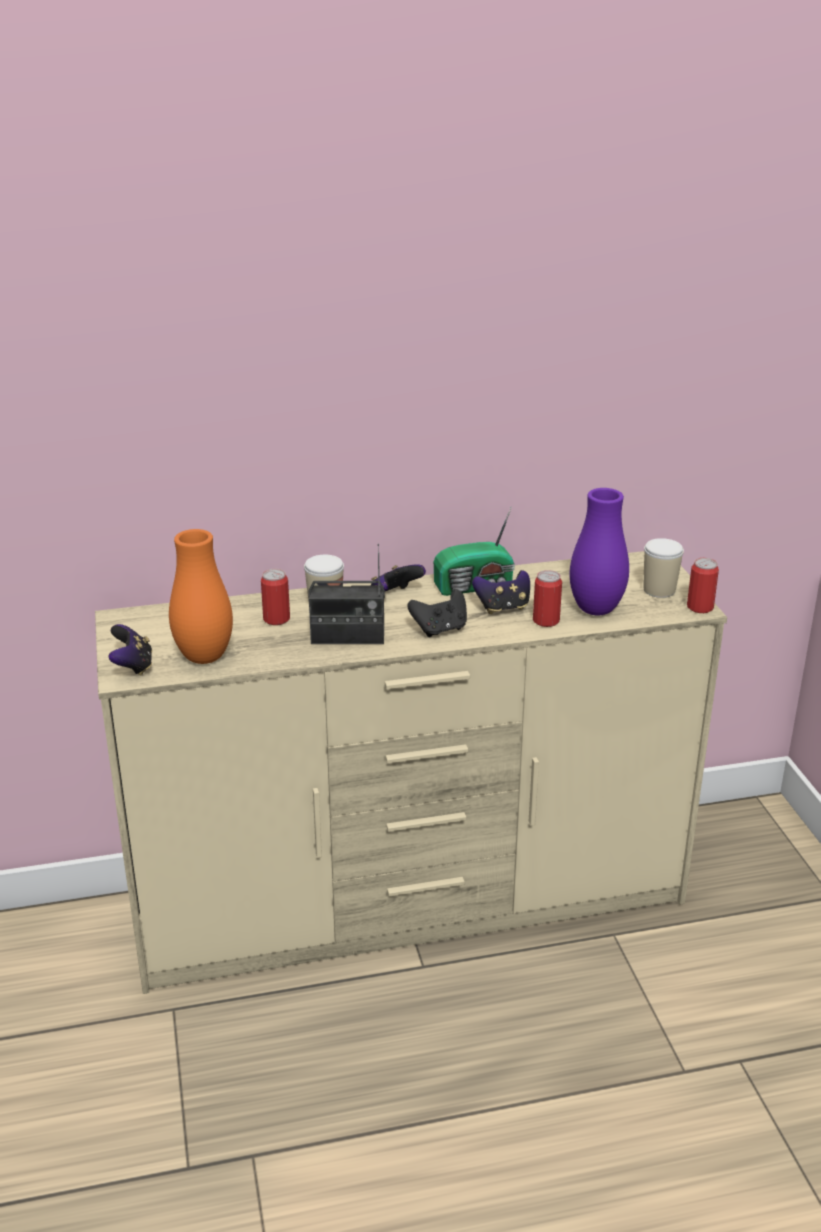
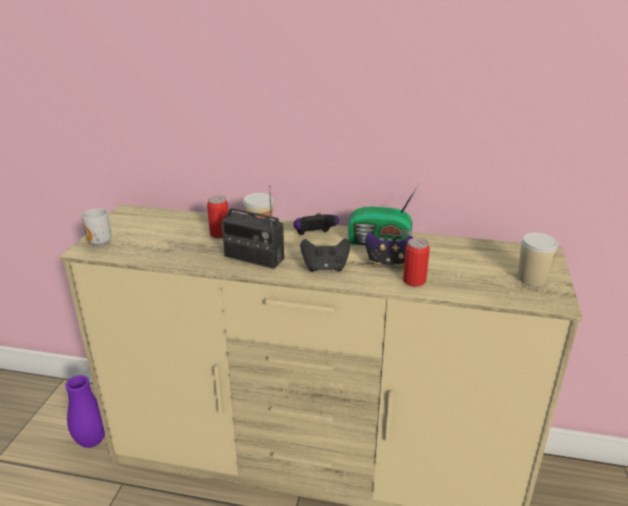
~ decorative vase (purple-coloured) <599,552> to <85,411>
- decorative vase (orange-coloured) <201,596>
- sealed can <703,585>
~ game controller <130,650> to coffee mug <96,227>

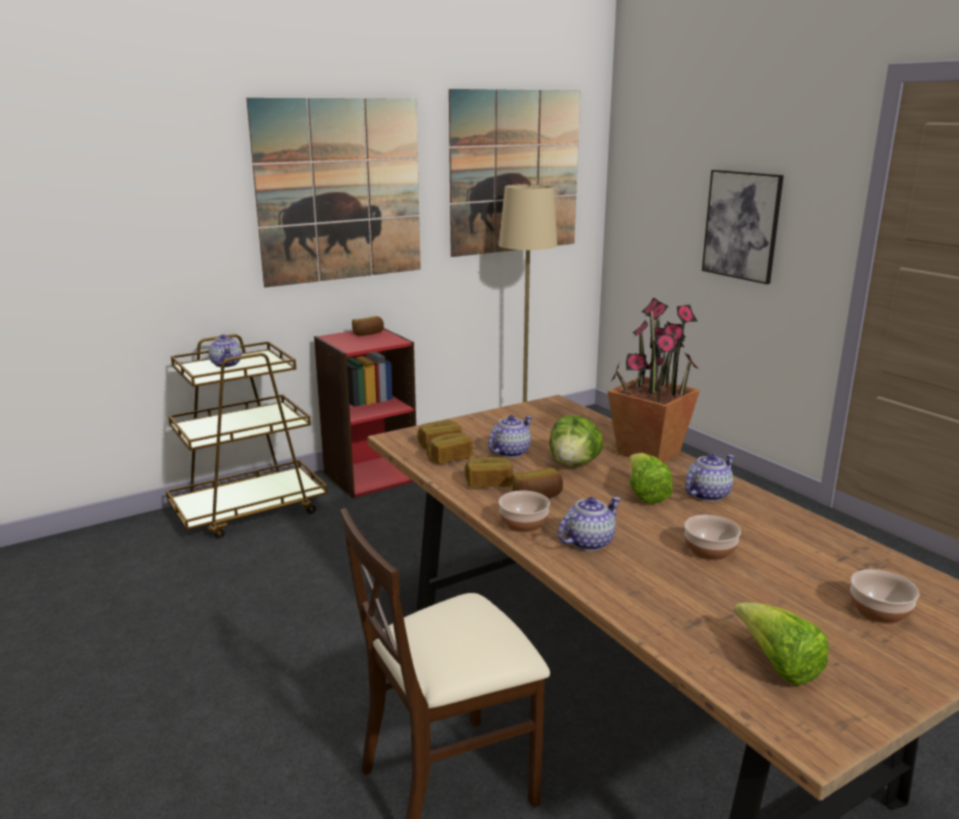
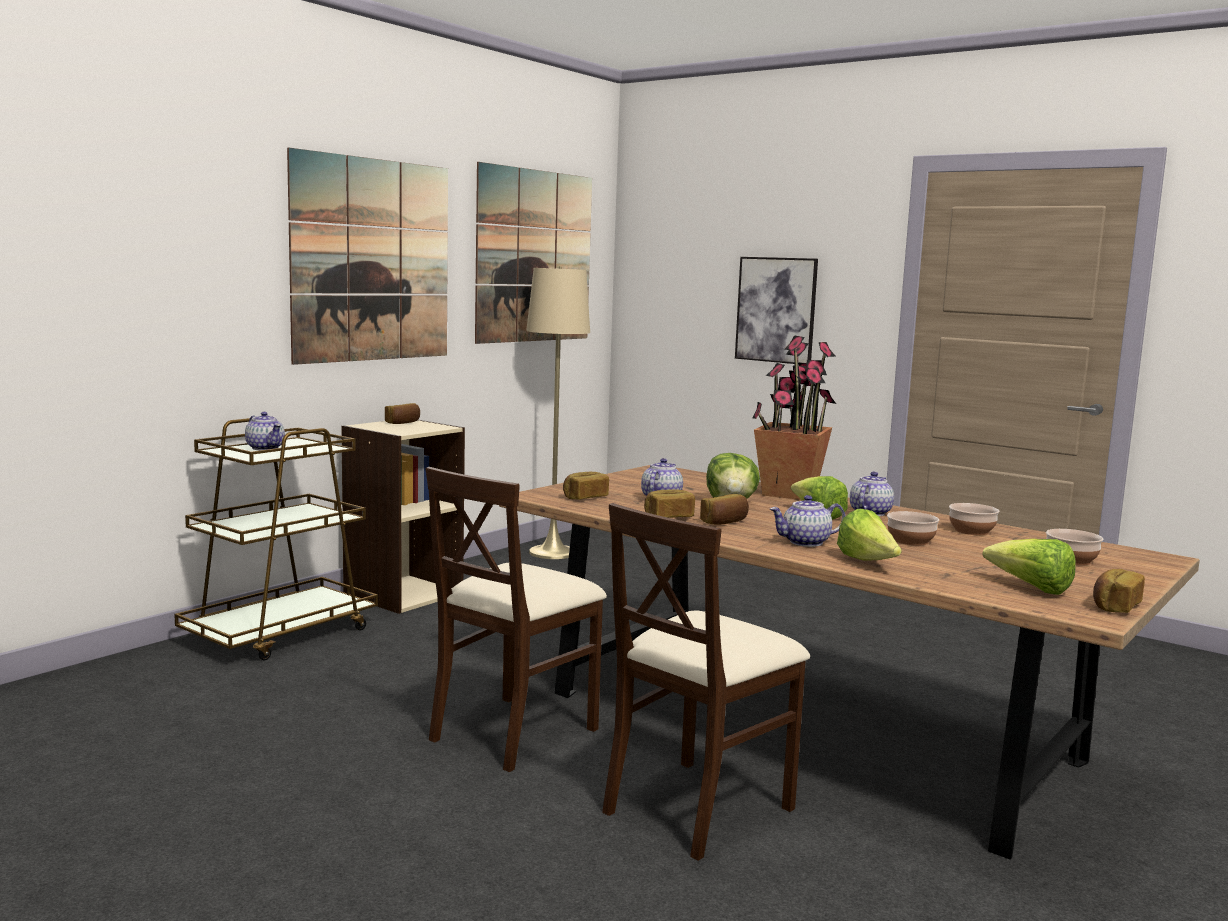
~ bookshelf (red) <365,413> to bookshelf (beige) <403,517>
~ baked bread <449,448> to <1119,591>
~ serving bowl <524,512> to <974,519>
~ pot for tea <589,524> = <807,521> 135 degrees counterclockwise
+ chair (beige) <516,619>
+ lettuce head <869,535>

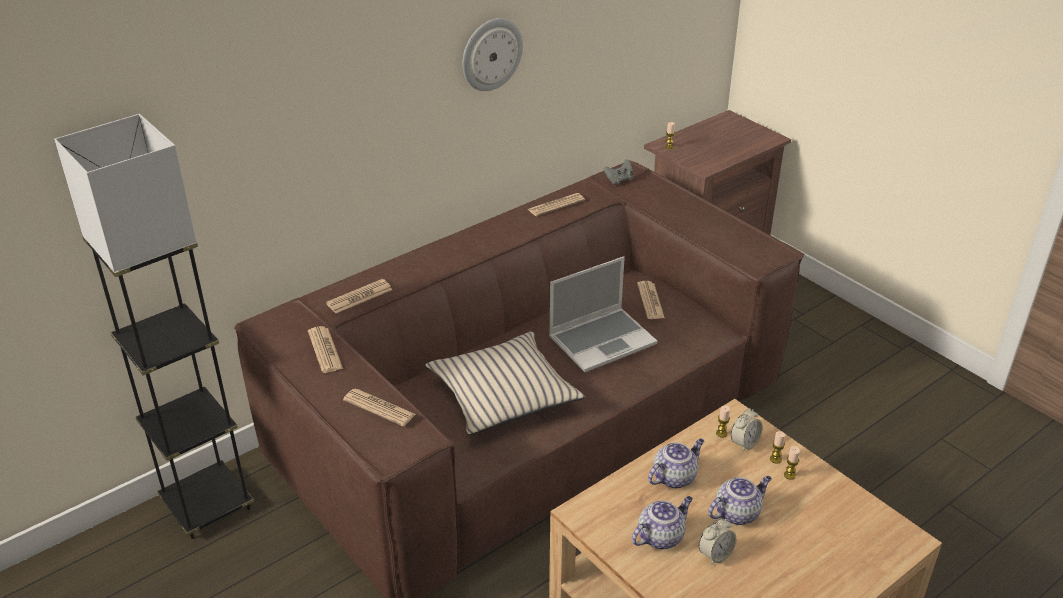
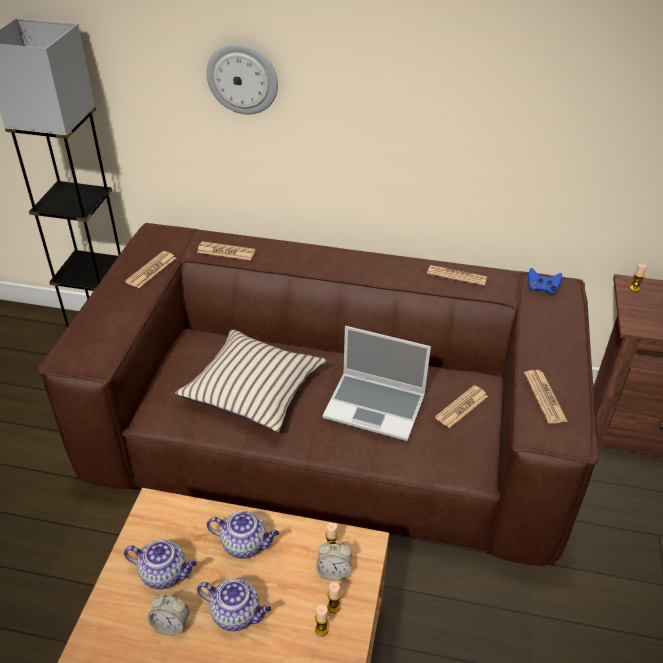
~ clock on the wall <492,54> to <242,79>
~ game controller (greyish) <619,172> to game controller (blue) <545,281>
~ newspaper <379,407> to <546,397>

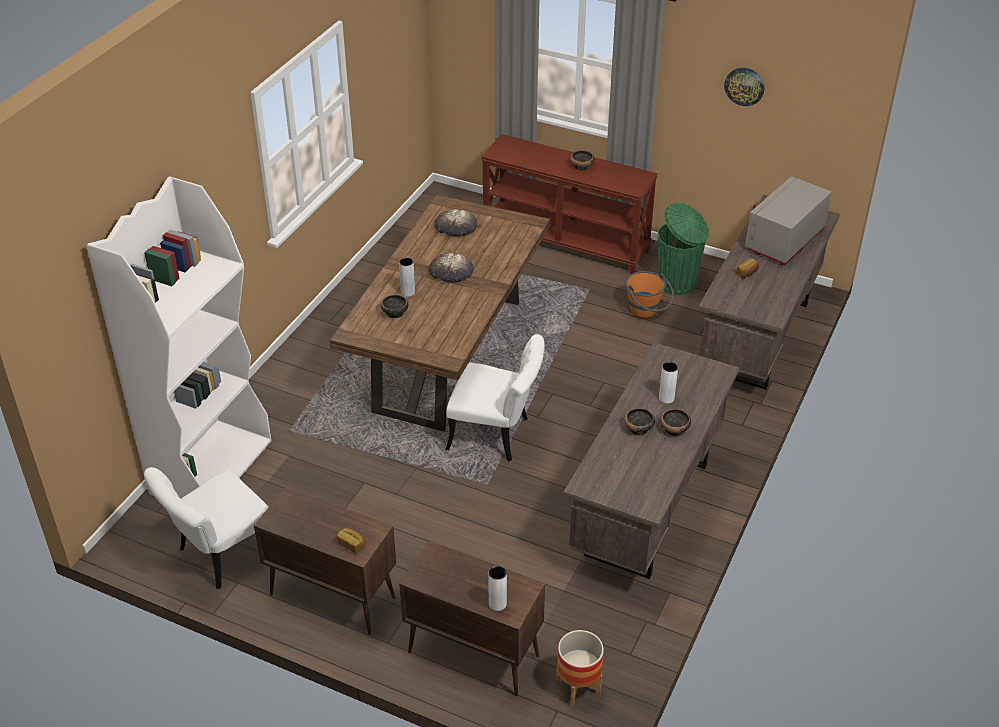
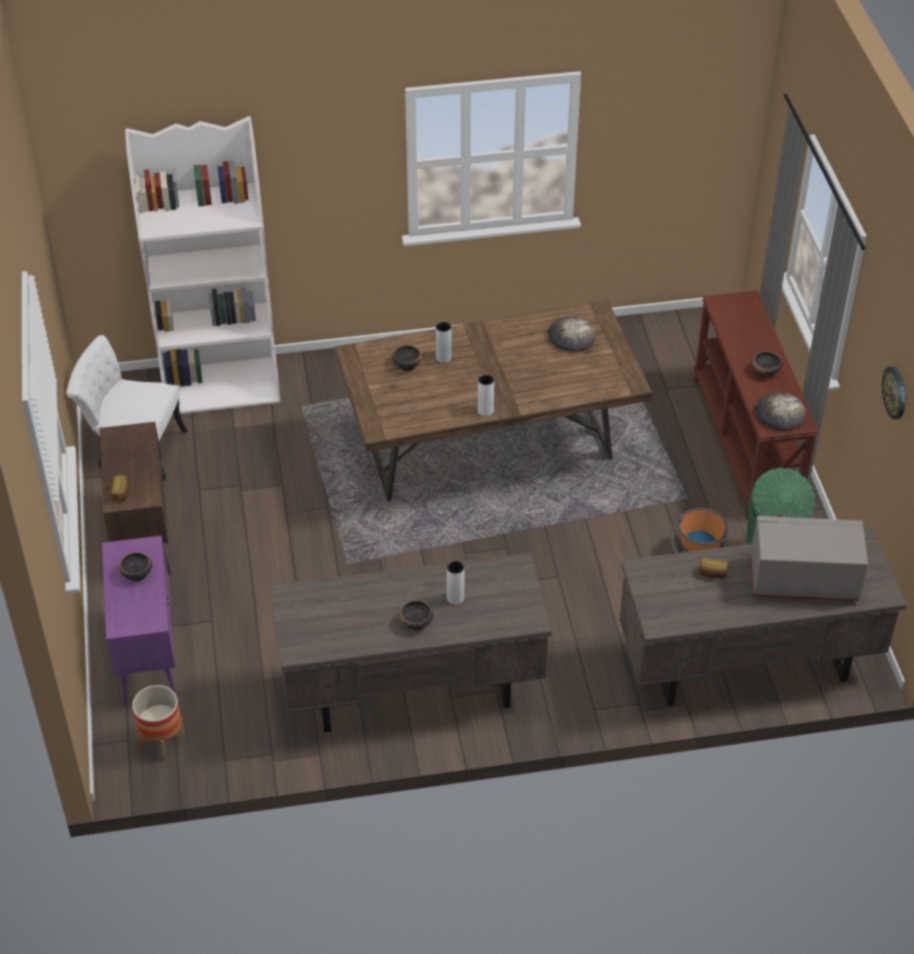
~ baked bread <451,267> to <780,411>
- chair (white-coloured) <495,397>
~ serving bowl <639,421> to <135,566>
~ cupboard (brown-coloured) <472,618> to cupboard (purple-coloured) <140,621>
~ decorative vase (white-coloured) <497,588> to <486,395>

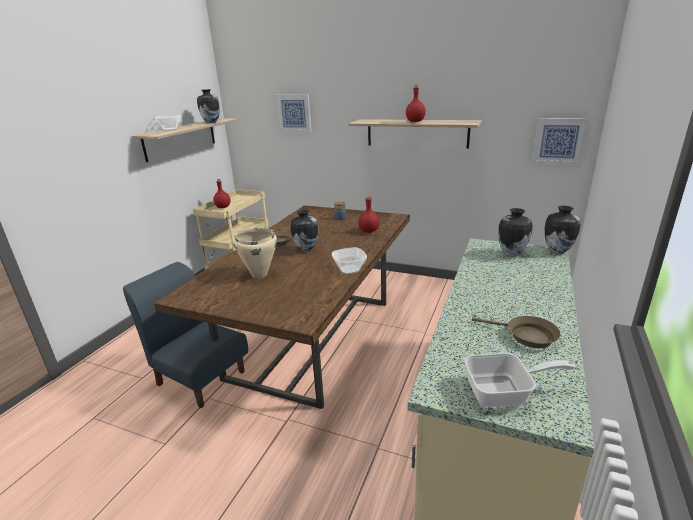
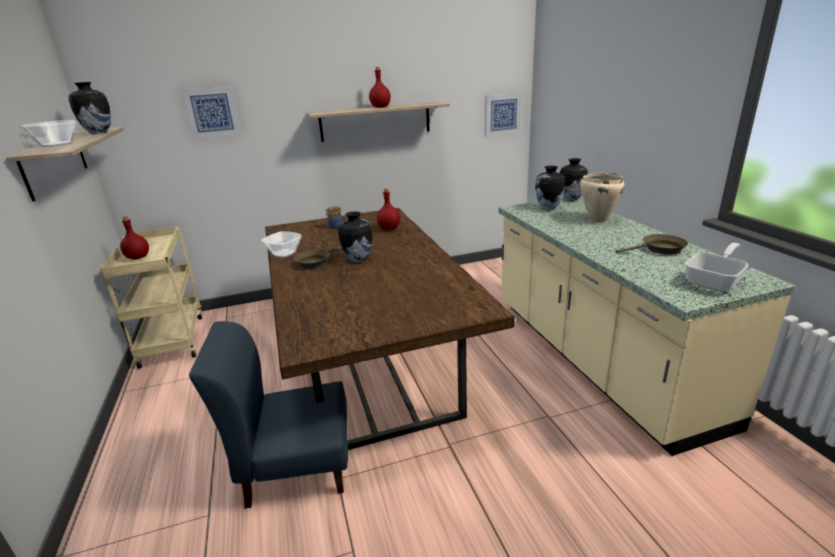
~ cooking pot (beige) <255,253> to <602,197>
~ serving bowl <349,260> to <281,244>

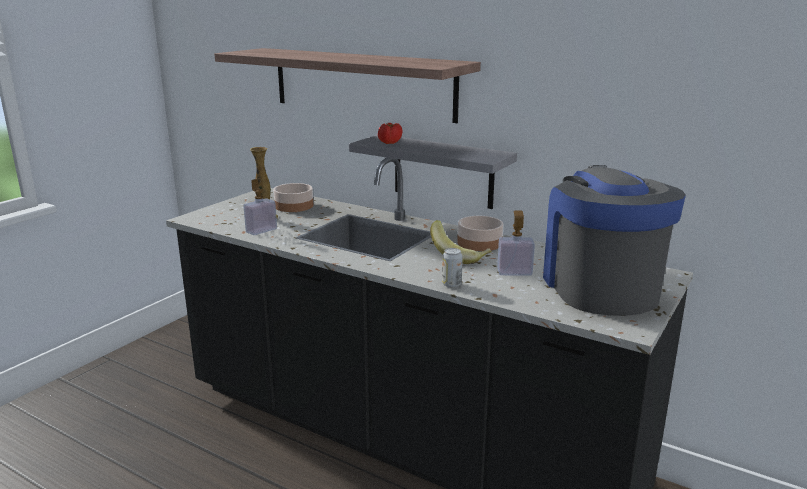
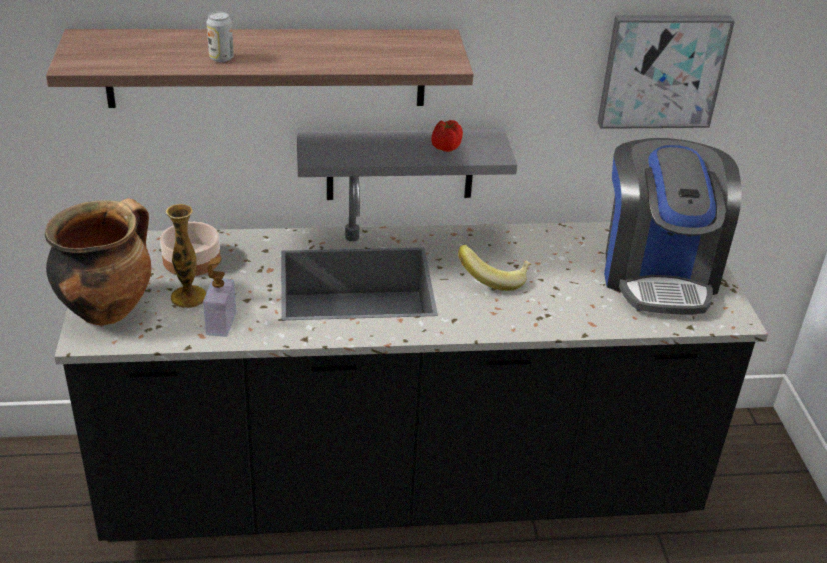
~ tomato <390,133> to <447,136>
~ coffee maker <614,240> = <672,226> 135 degrees counterclockwise
- liquid soap bottle <516,243>
- serving bowl <480,233>
~ sealed can <452,268> to <220,37>
+ wall art <666,72>
+ cooking pot <98,261>

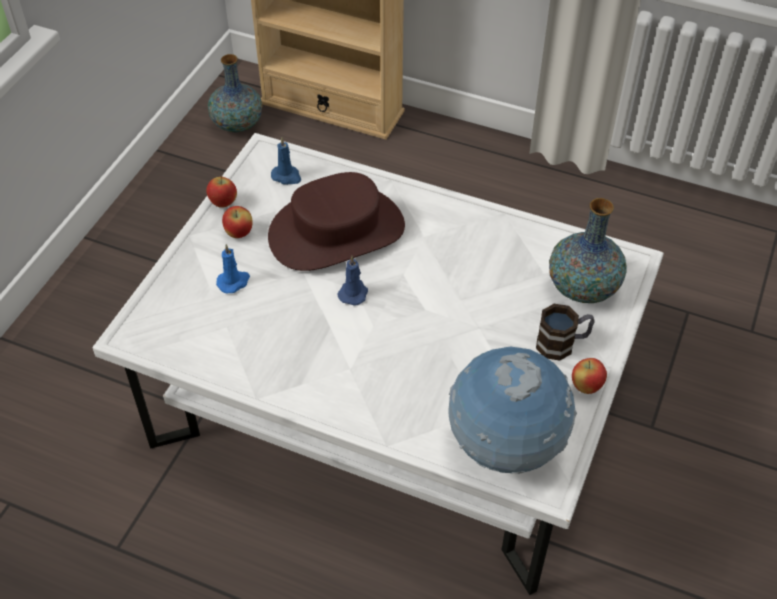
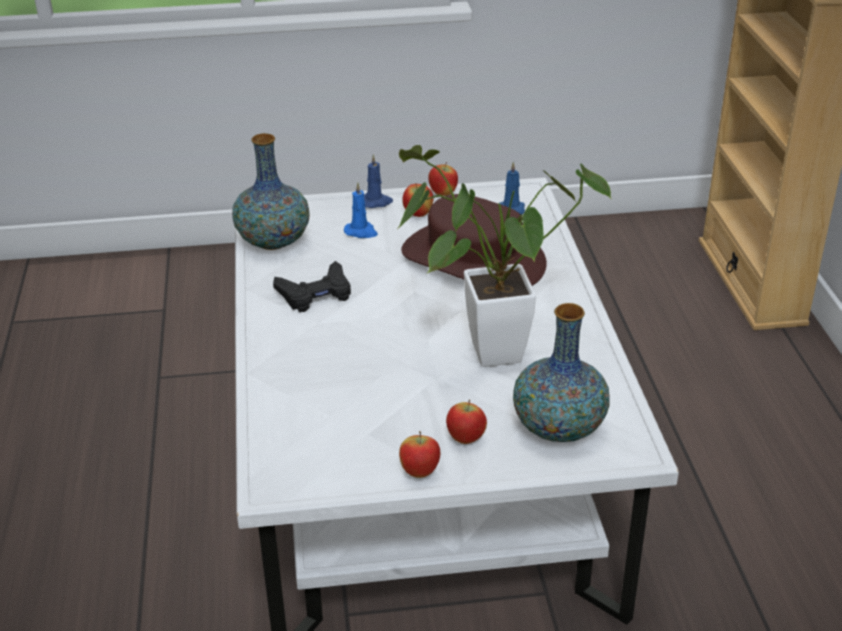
~ decorative vase <235,93> to <271,191>
~ candle (blue) <352,281> to <378,181>
~ coffee mug <565,332> to whole apple <466,421>
- world globe <512,410>
+ potted plant <504,256>
+ game controller (black-coloured) <312,286>

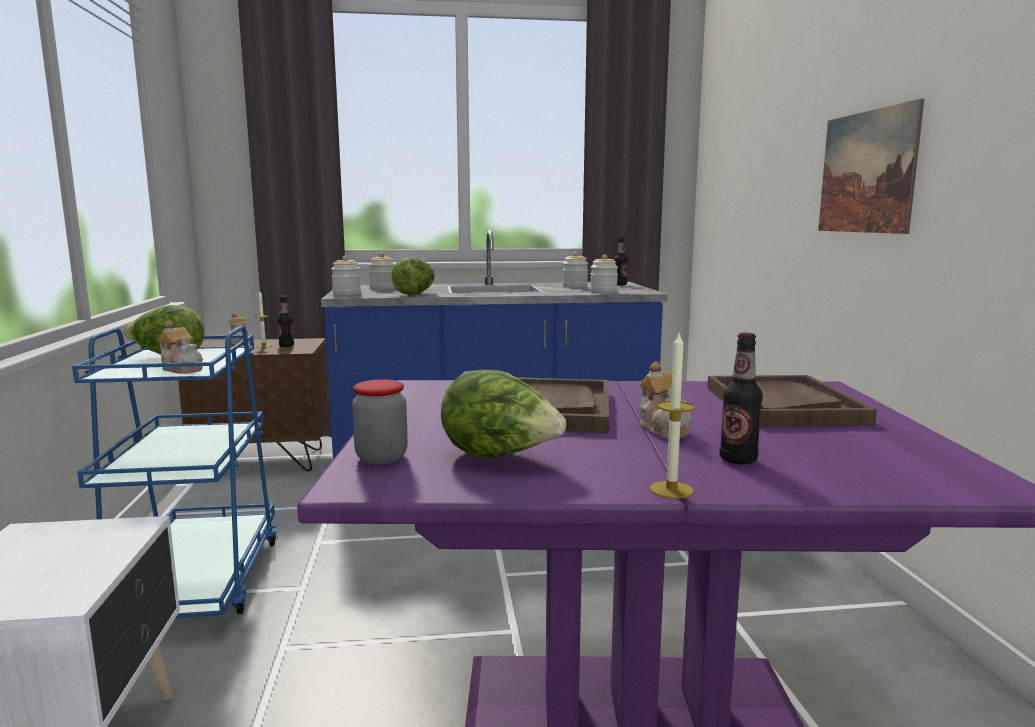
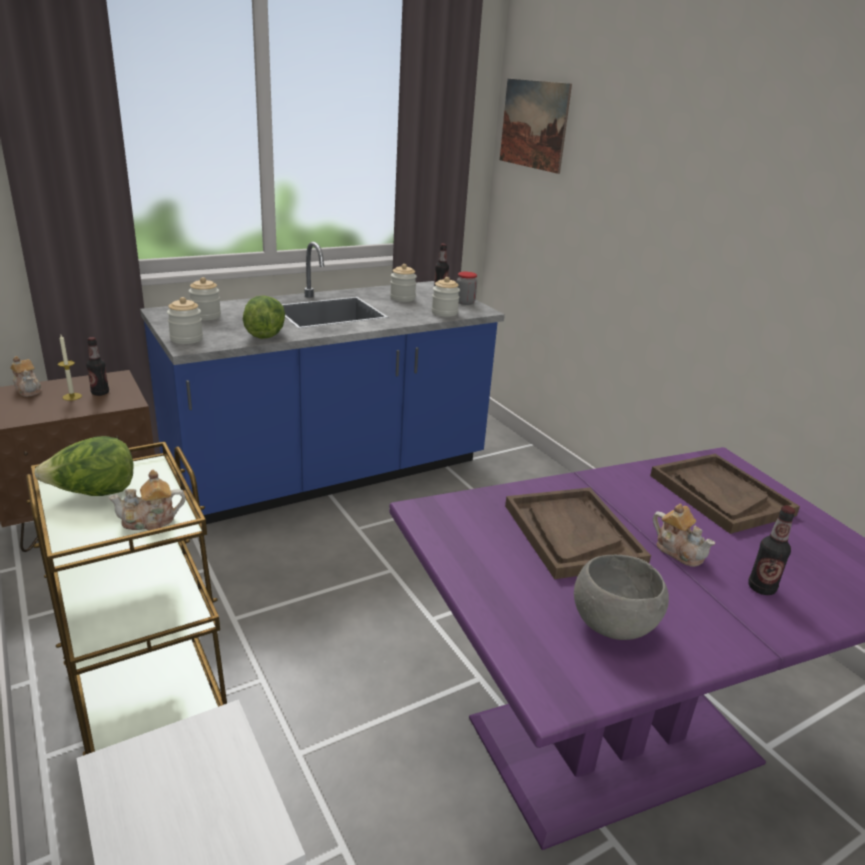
~ wall art <871,166> to <536,126>
~ pot for tea <180,347> = <147,500> 150 degrees clockwise
~ trolley (blue) <175,471> to trolley (brown-coloured) <126,598>
- candle <672,416>
~ lettuce head <503,414> to serving bowl (greyish) <621,597>
~ jar <380,422> to <467,288>

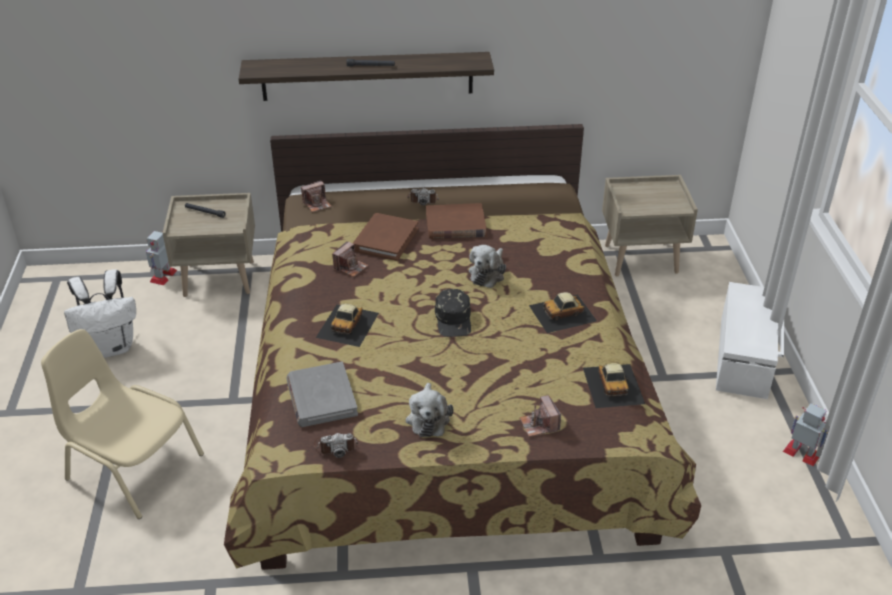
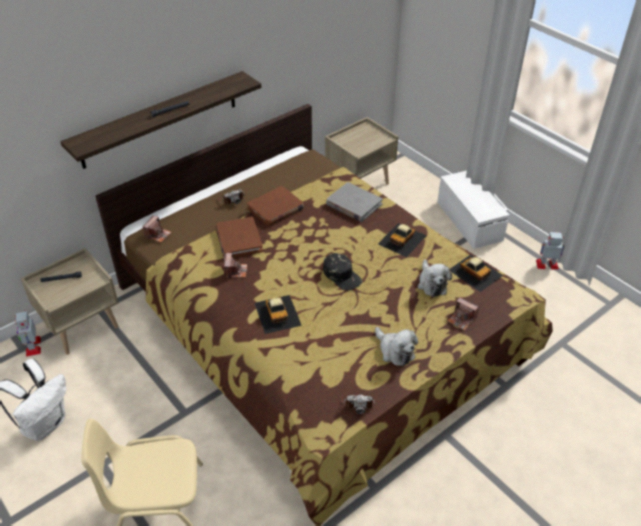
~ soft toy <487,266> to <435,278>
~ bound book (greyish) <322,394> to <354,202>
~ photo camera <335,445> = <357,402> 45 degrees clockwise

